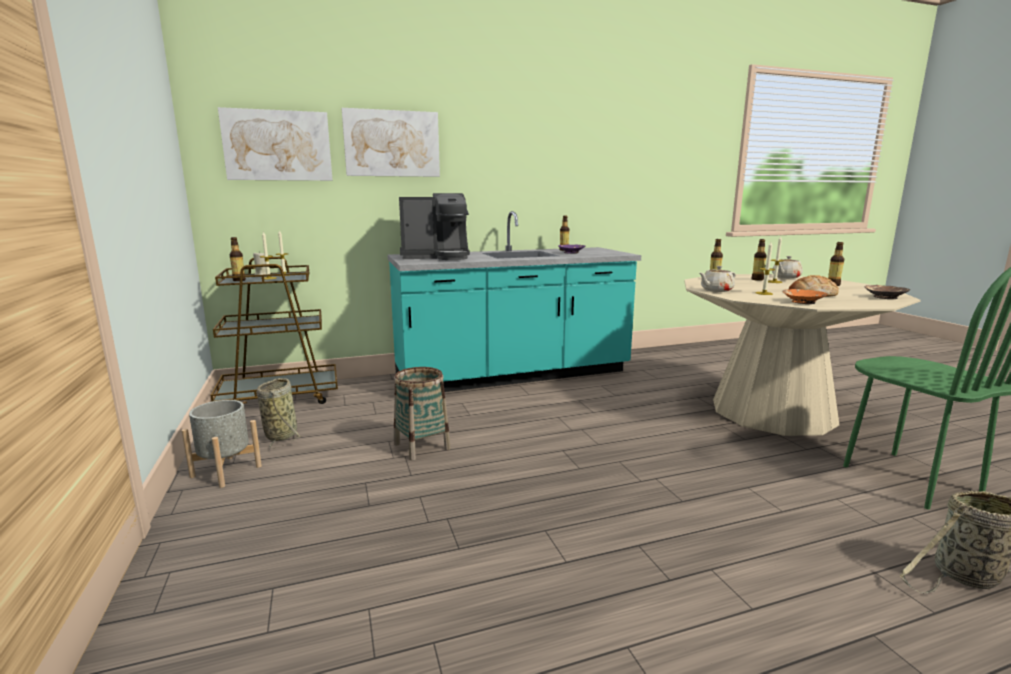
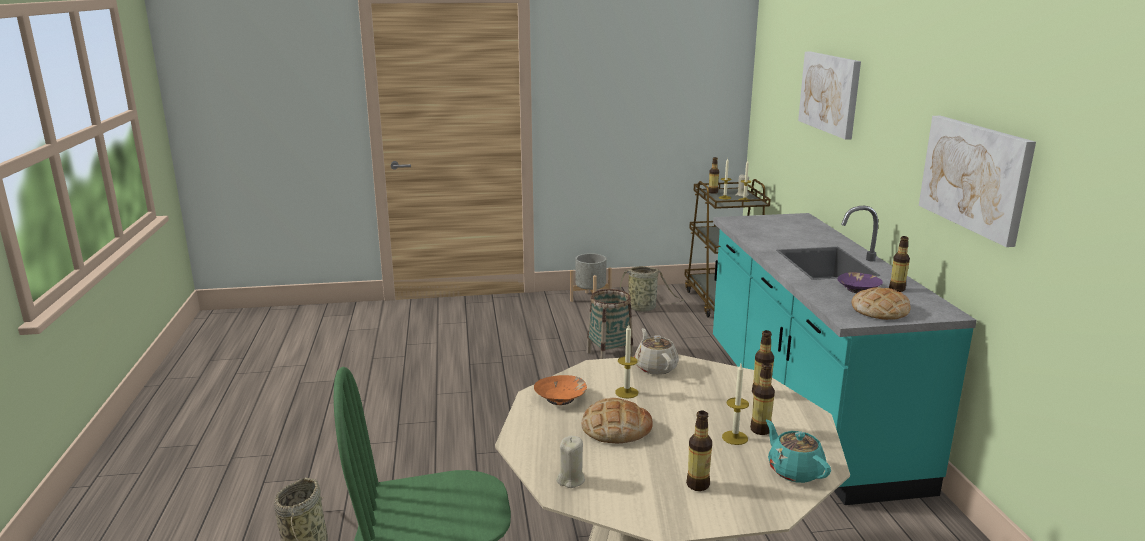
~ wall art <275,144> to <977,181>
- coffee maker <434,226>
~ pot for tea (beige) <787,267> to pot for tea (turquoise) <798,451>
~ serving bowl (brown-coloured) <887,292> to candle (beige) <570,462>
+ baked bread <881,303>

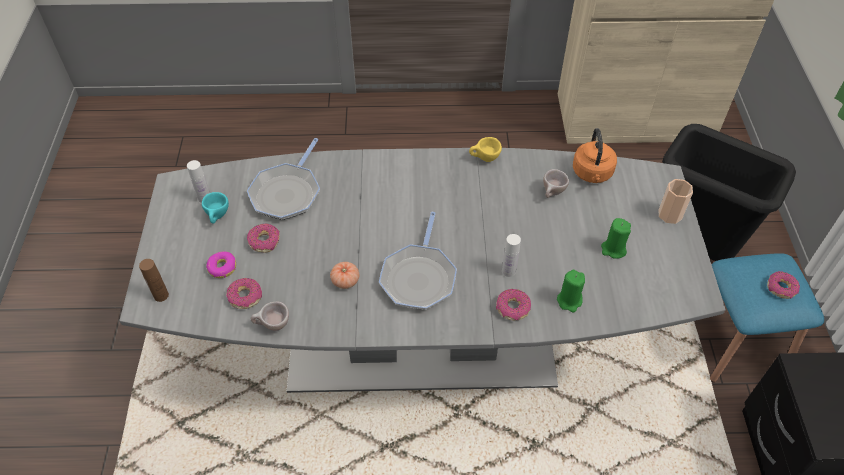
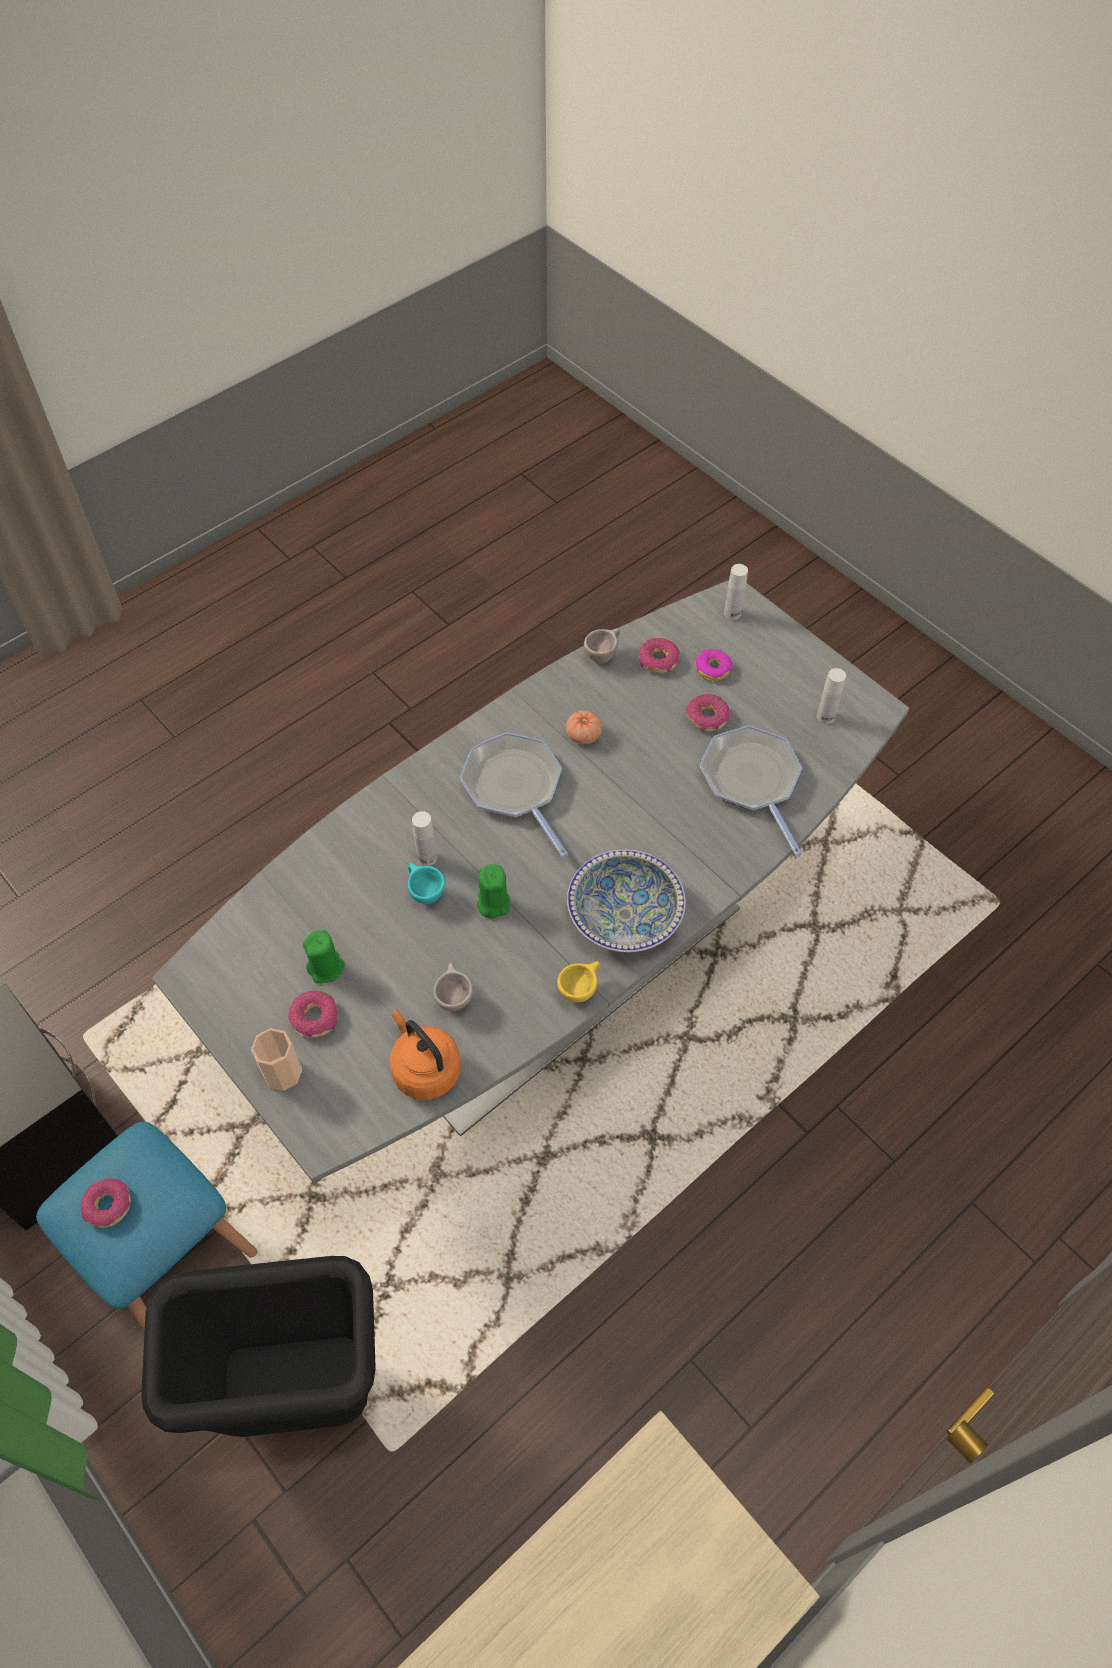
~ small cup (turquoise) <215,207> to <427,883>
~ beverage bottle (brown-coloured) <154,280> to beverage bottle (white-coloured) <736,592>
~ candle (greenish) <571,291> to <493,891>
~ ring doughnut <513,304> to <313,1014>
+ serving bowl <626,900>

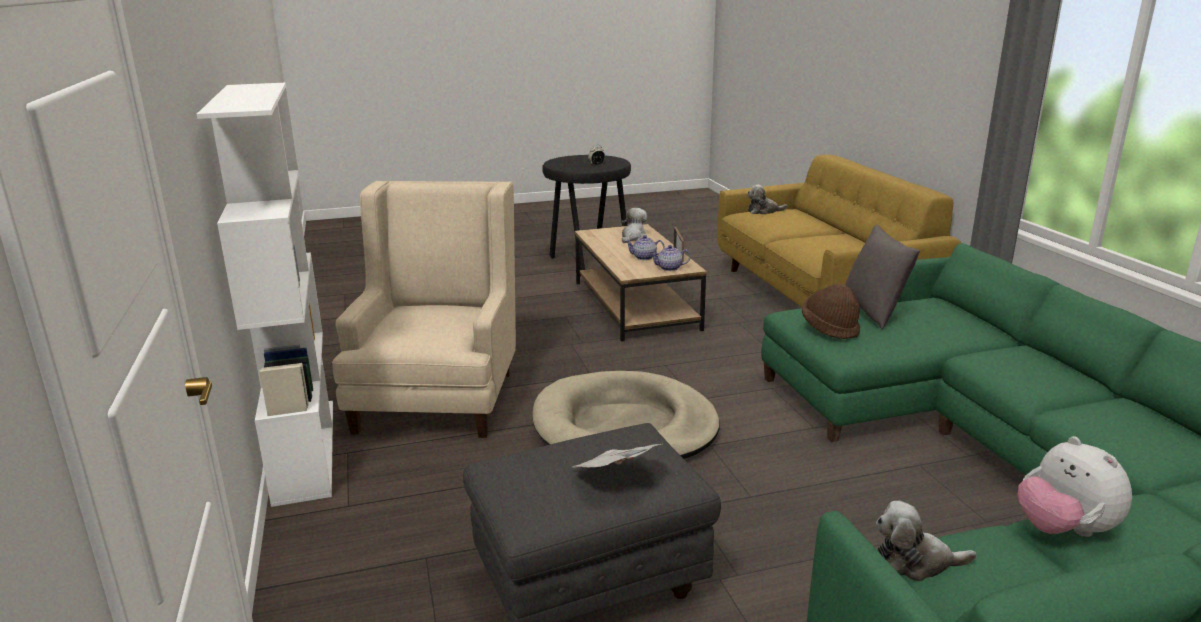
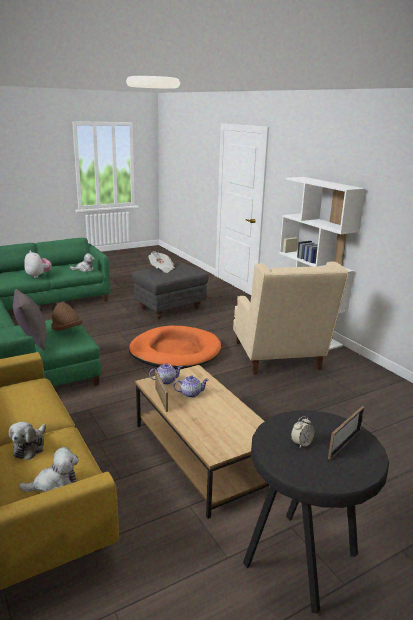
~ soft toy <634,225> to <27,441>
~ dog cushion (beige) <626,415> to dog cushion (orange-coloured) <175,347>
+ picture frame <346,433>

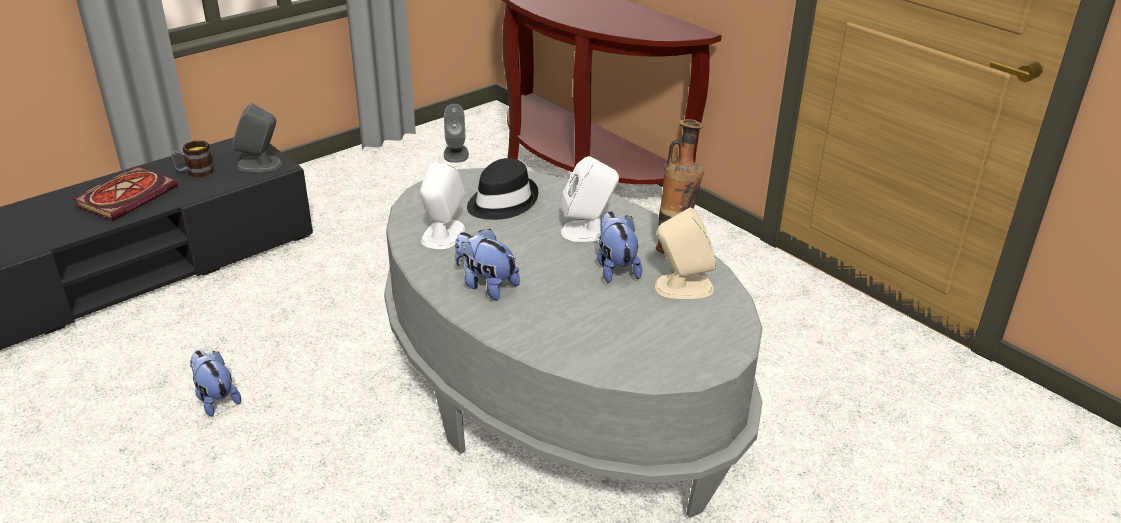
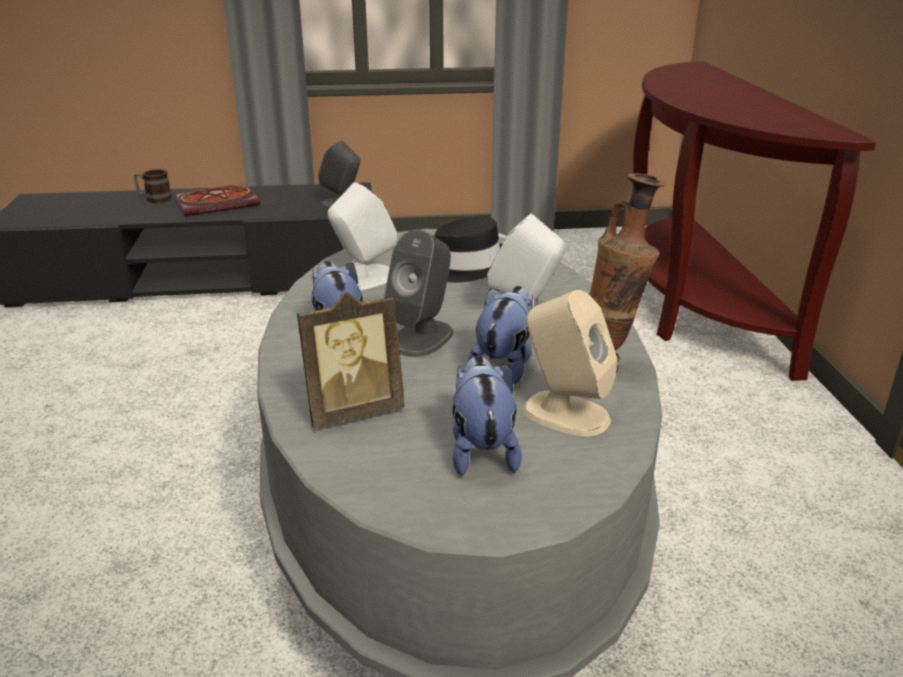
~ loudspeaker (greyish) <456,133> to <419,293>
~ coffee mug <192,159> to <153,186>
~ soft toy <215,383> to <487,415>
+ picture frame <350,360>

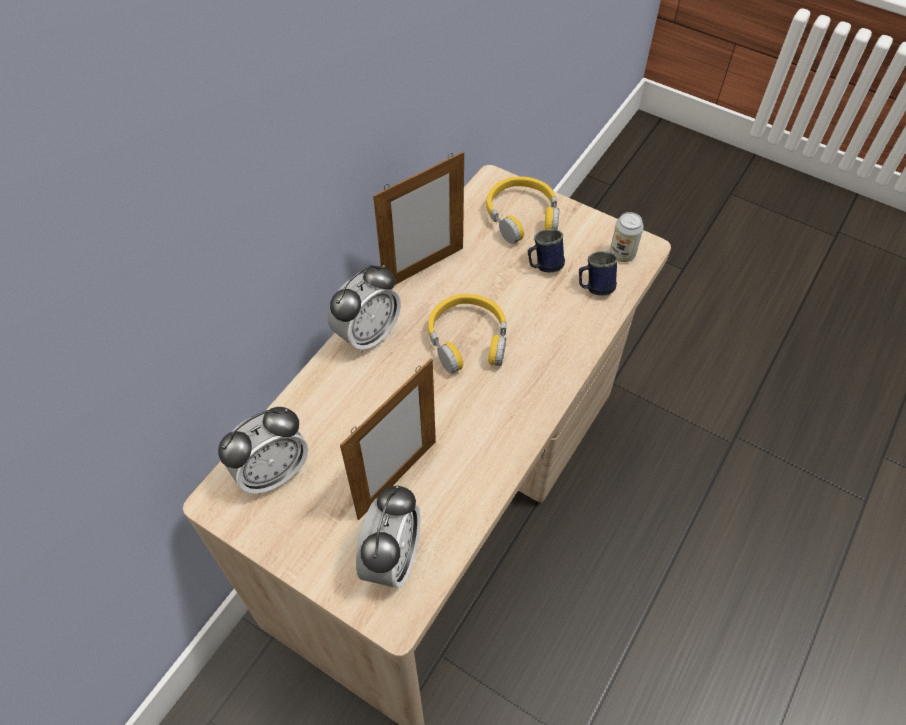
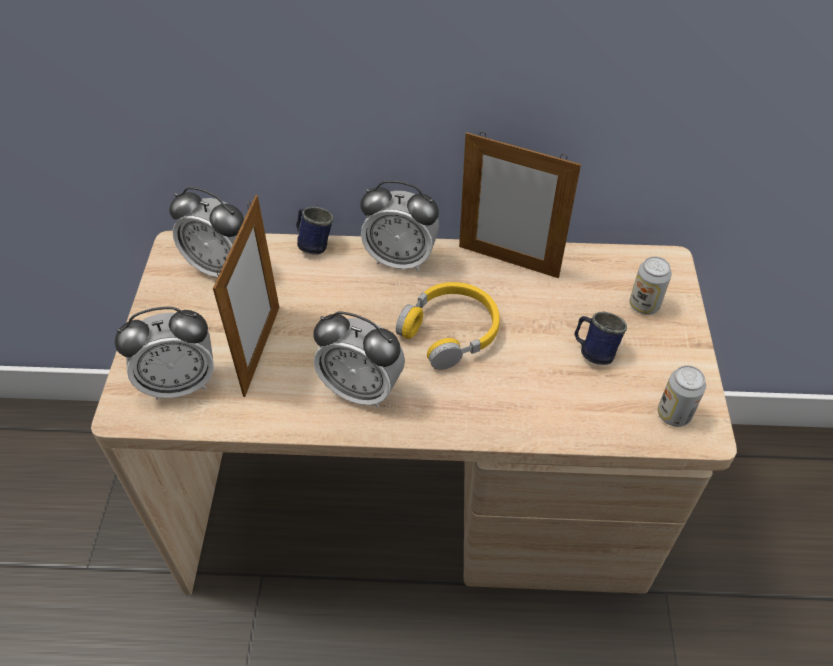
~ headset (yellow) <522,210> to sealed can <651,285>
~ coffee mug (blue) <598,273> to <315,231>
~ picture frame <388,439> = <246,296> 90 degrees counterclockwise
+ alarm clock <359,359>

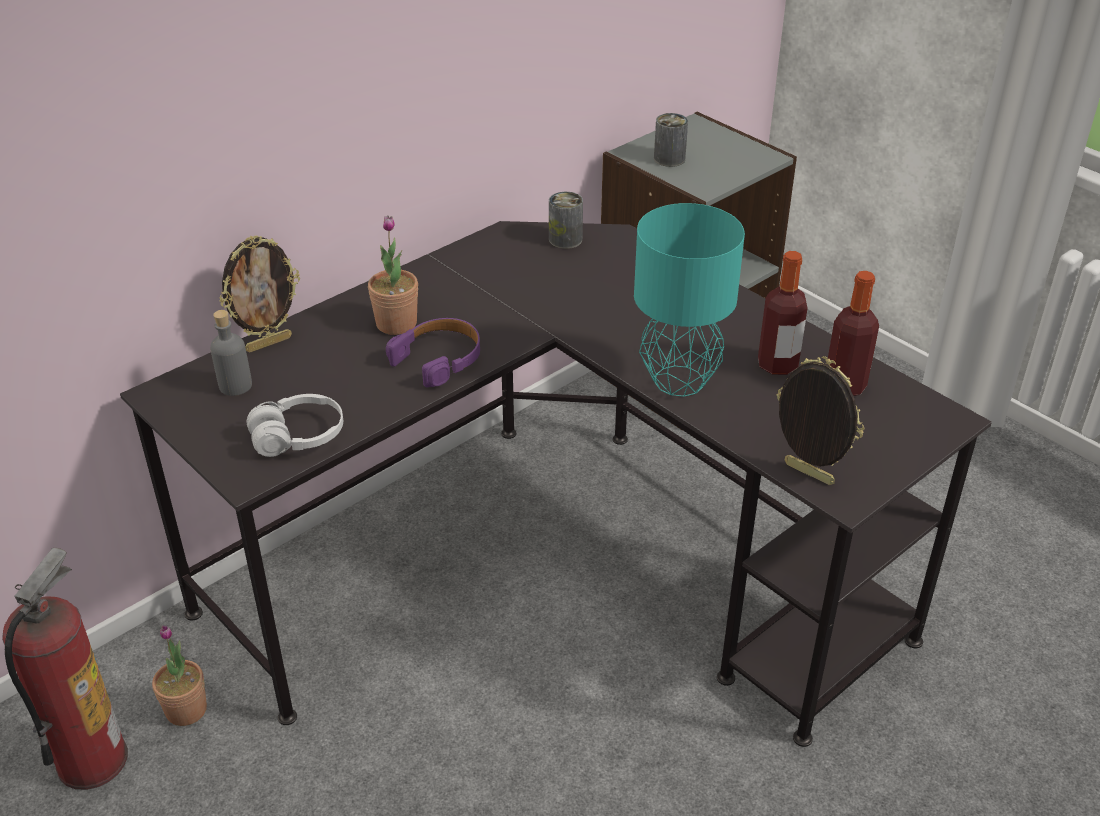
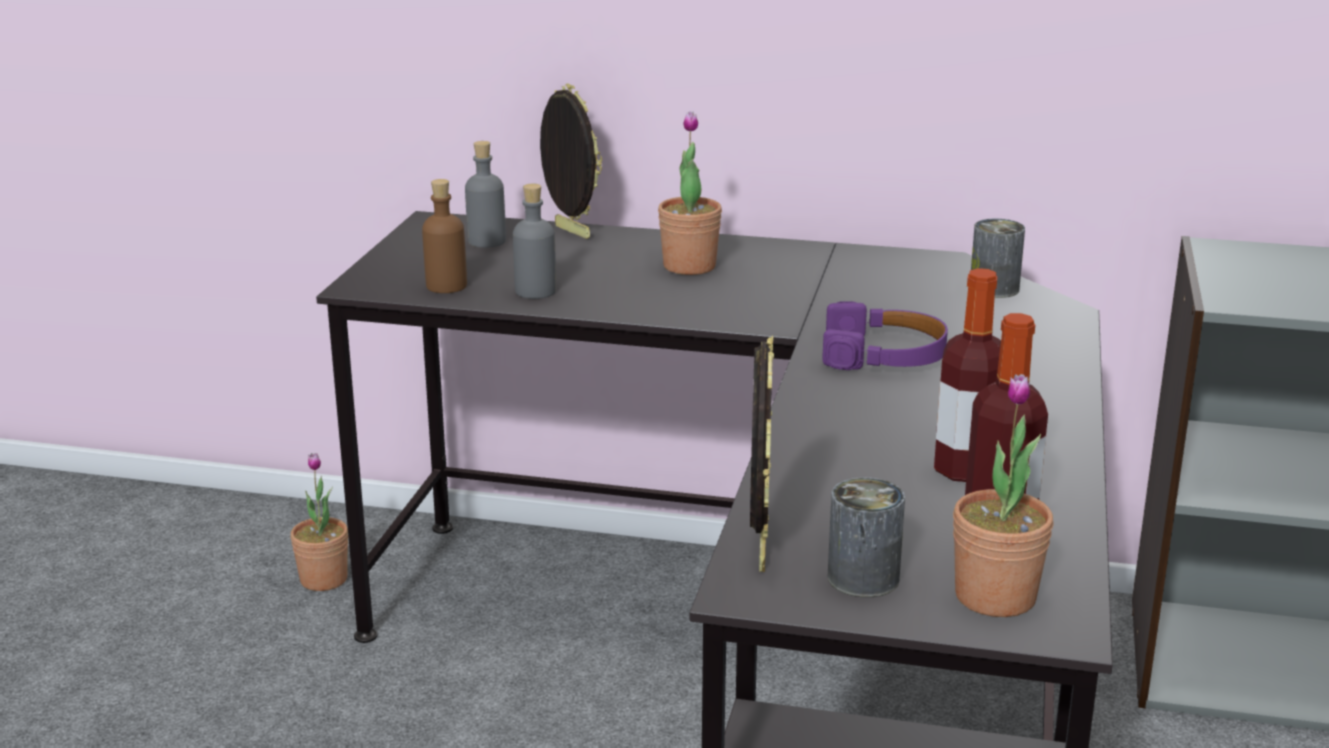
~ sealed can <671,140> to <866,537>
- tabletop lamp (turquoise) <689,300>
~ picture frame <259,294> = <571,161> 150 degrees counterclockwise
~ headset (purple-coloured) <433,352> to <885,335>
~ headset (white-coloured) <294,425> to beverage bottle (brown-coloured) <444,236>
- extinguisher <65,669>
+ beverage bottle (greyish) <534,241>
+ potted plant <1003,495>

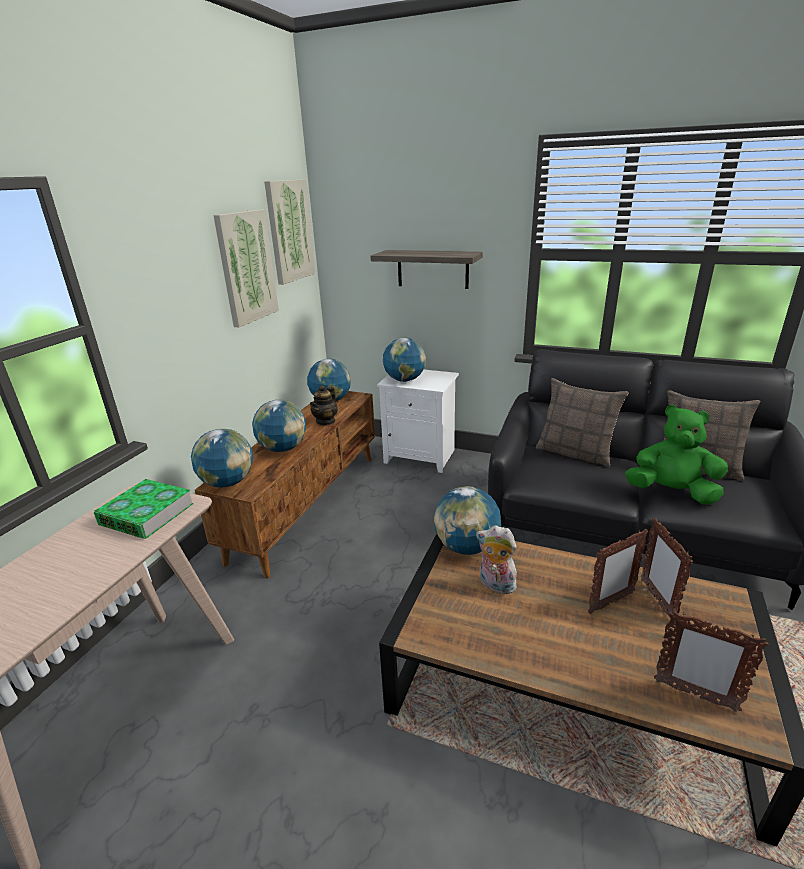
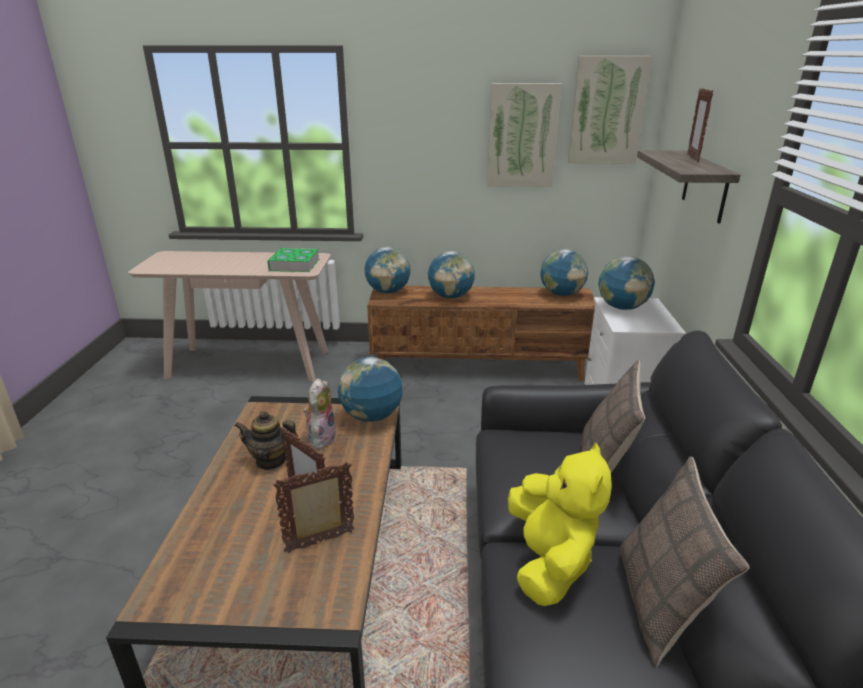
~ pot for tea <324,405> to <266,440>
~ soft toy (greenish) <676,455> to soft toy (yellow) <560,524>
~ picture frame <711,661> to <700,125>

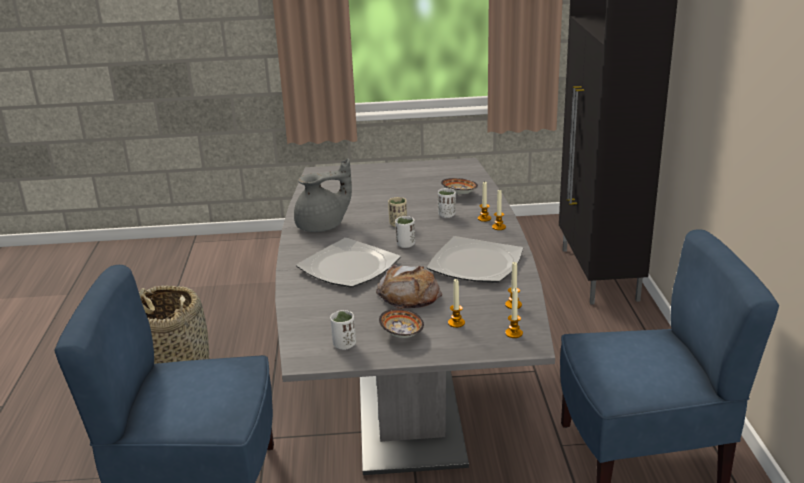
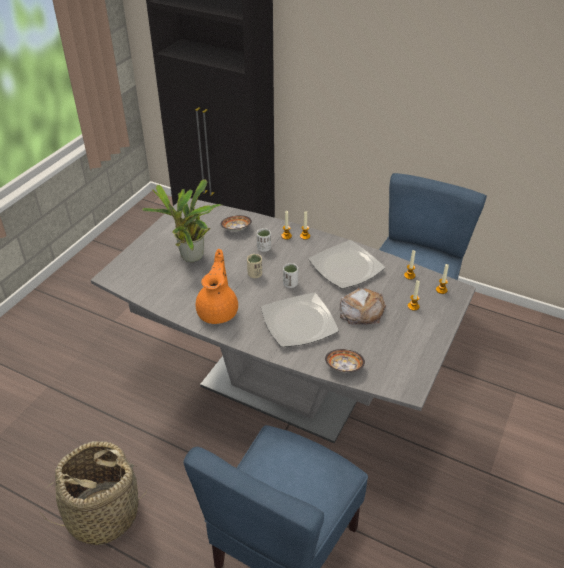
~ pot for tea (greyish) <323,195> to pot for tea (orange-coloured) <217,286>
~ serving bowl <401,323> to <345,361>
- small cup (white-coloured) <343,330>
+ potted plant <182,220>

